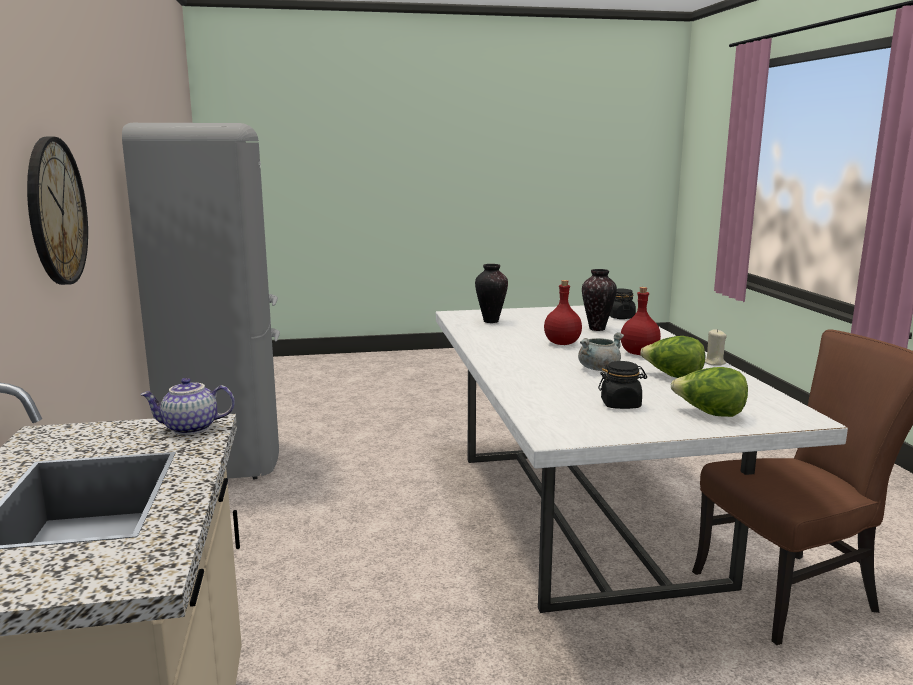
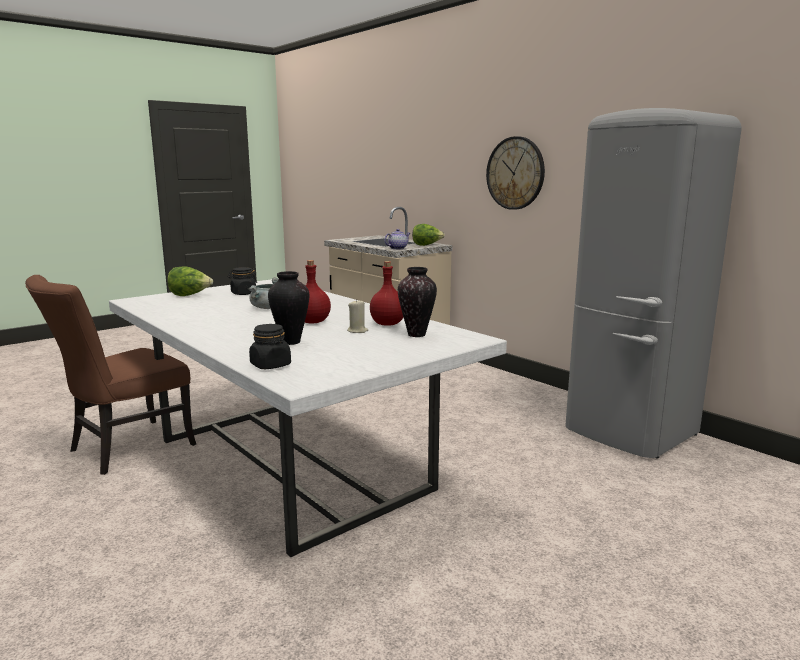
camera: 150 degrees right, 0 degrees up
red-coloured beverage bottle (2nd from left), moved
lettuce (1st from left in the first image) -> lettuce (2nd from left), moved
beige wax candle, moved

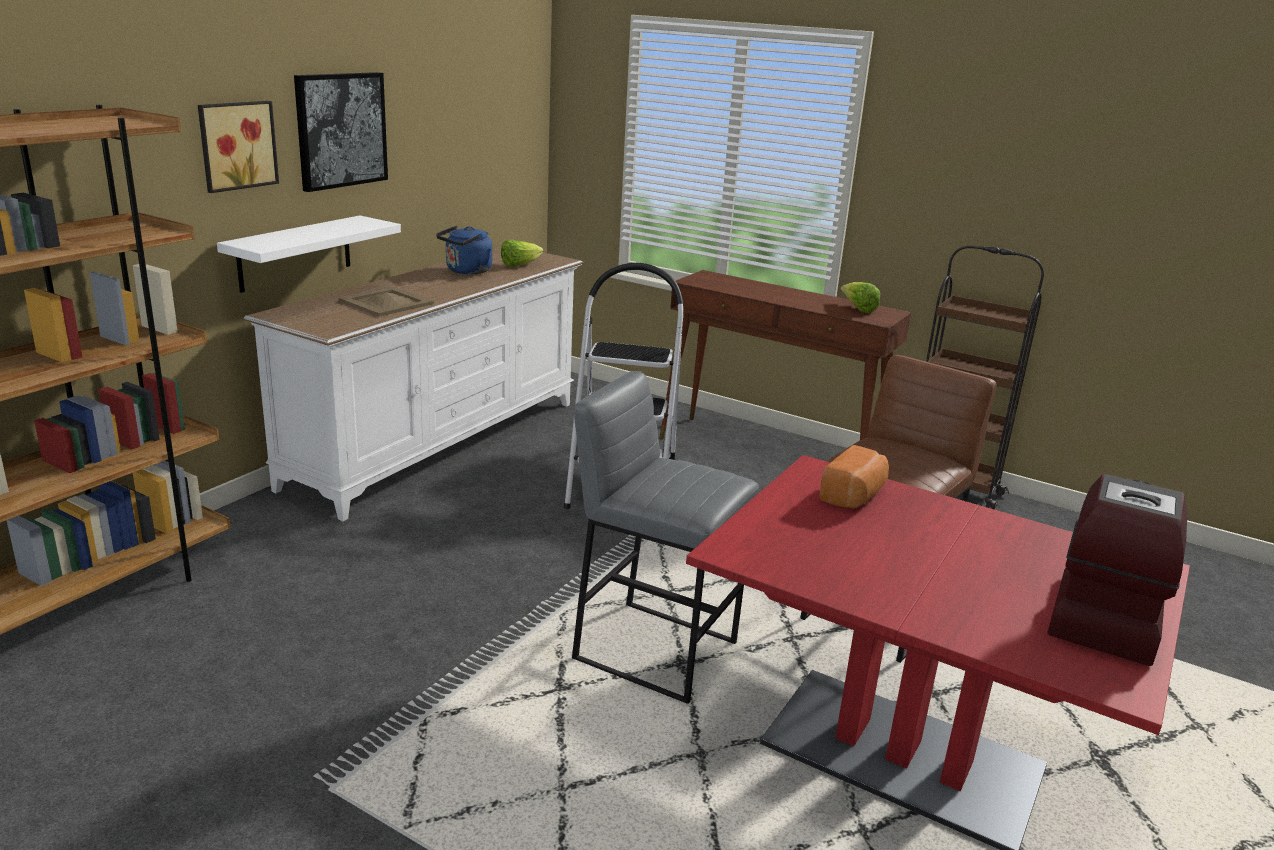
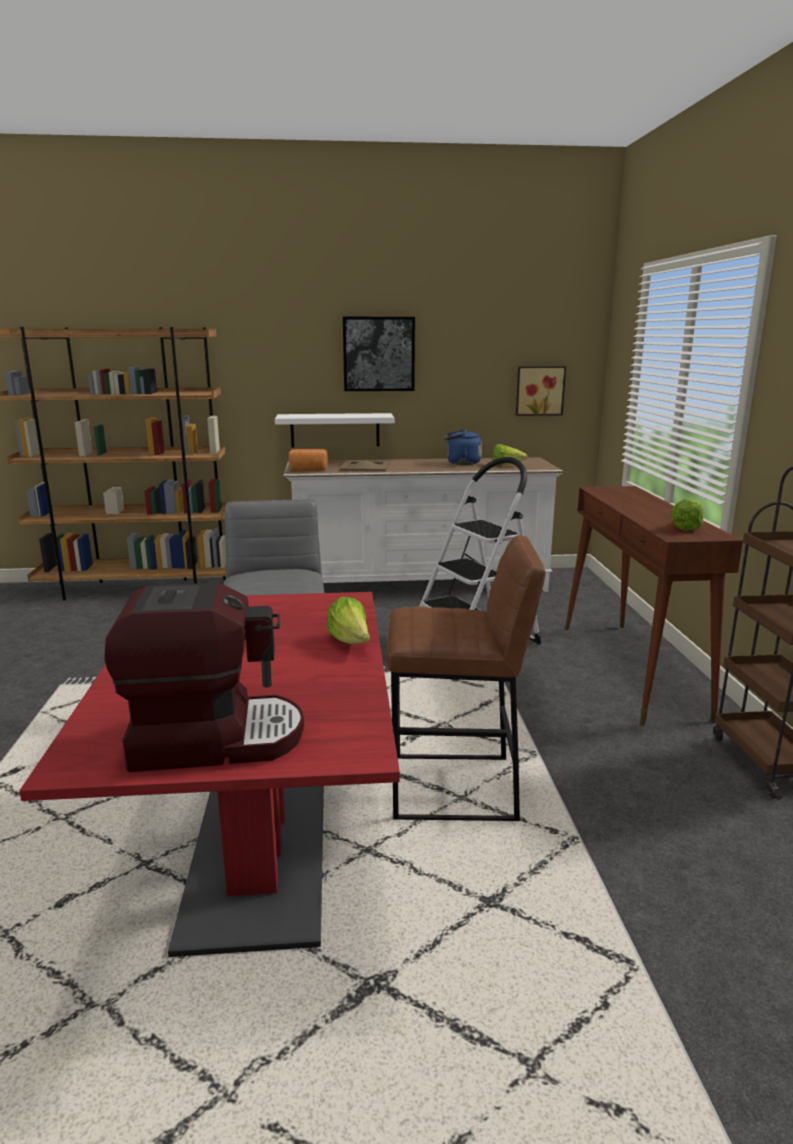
camera: 55 degrees right, 5 degrees down
none -> lettuce (1st from left)
picture (1st from left in the first image) -> picture (2nd from left), moved
bread, moved

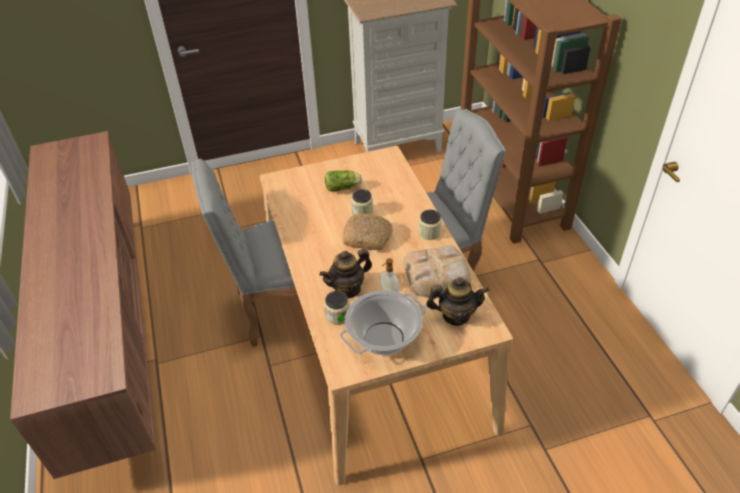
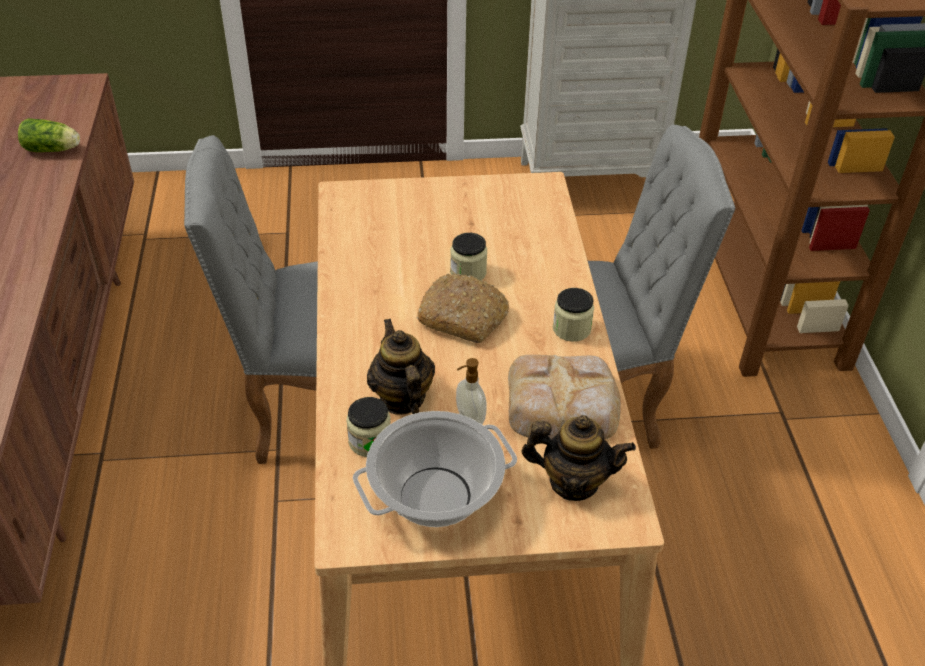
camera: 10 degrees right, 0 degrees up
lettuce, moved
pot for tea (1st from left), 90 degrees clockwise

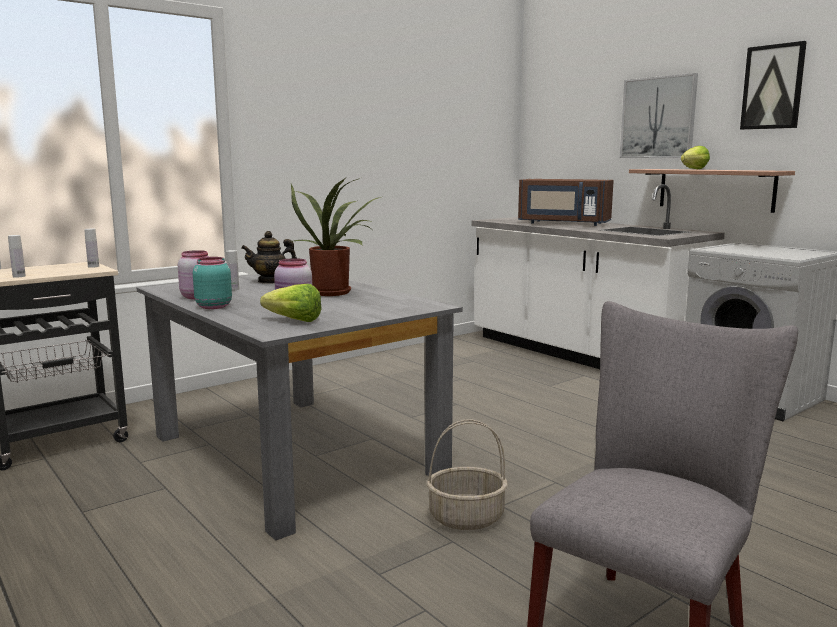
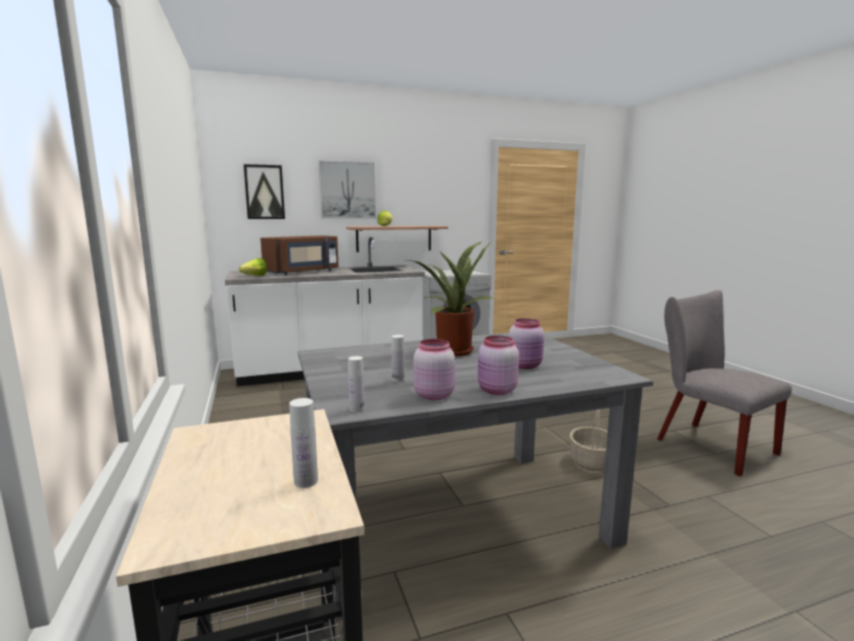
camera: 70 degrees left, 0 degrees up
pot for tea -> none
white beverage bottle (2nd from left), moved
lettuce (1st from left), moved
picture (2nd from left in the first image) -> picture (1st from left), moved
blue-green jar -> pinkish jar (2nd from left)

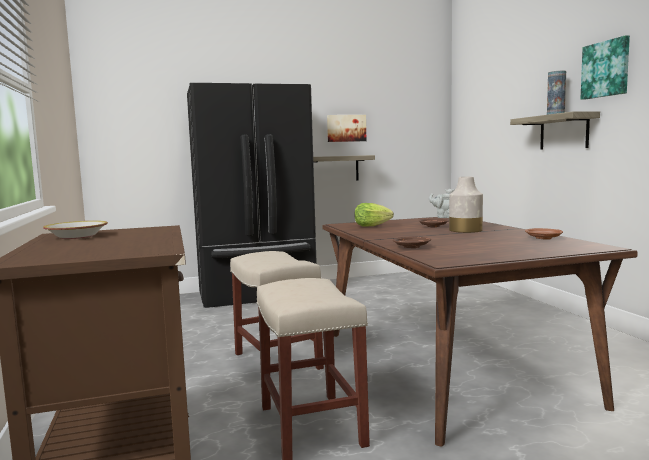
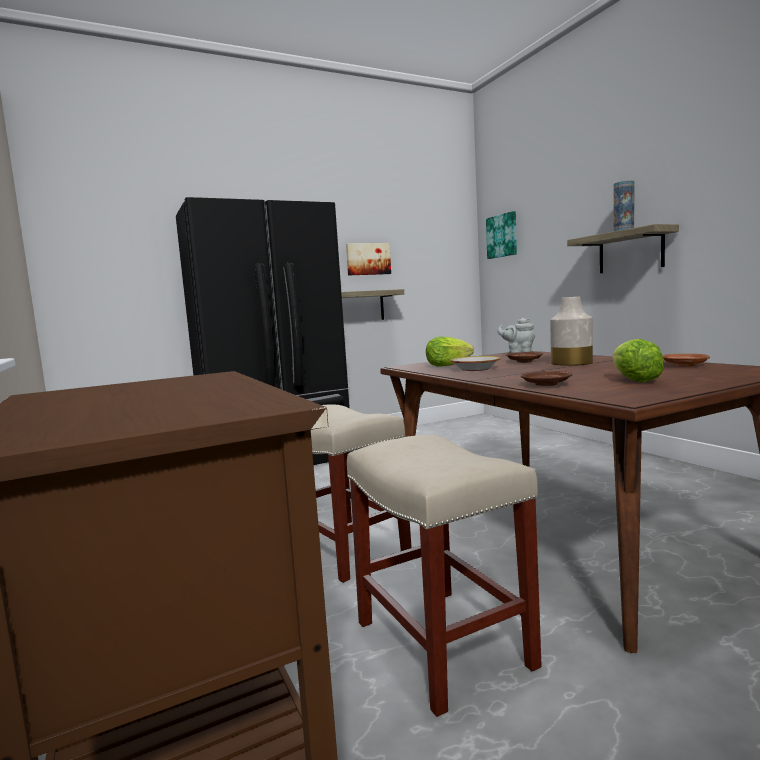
camera: 10 degrees left, 0 degrees up
none -> lettuce (2nd from left)
bowl, moved
picture (2nd from left), moved

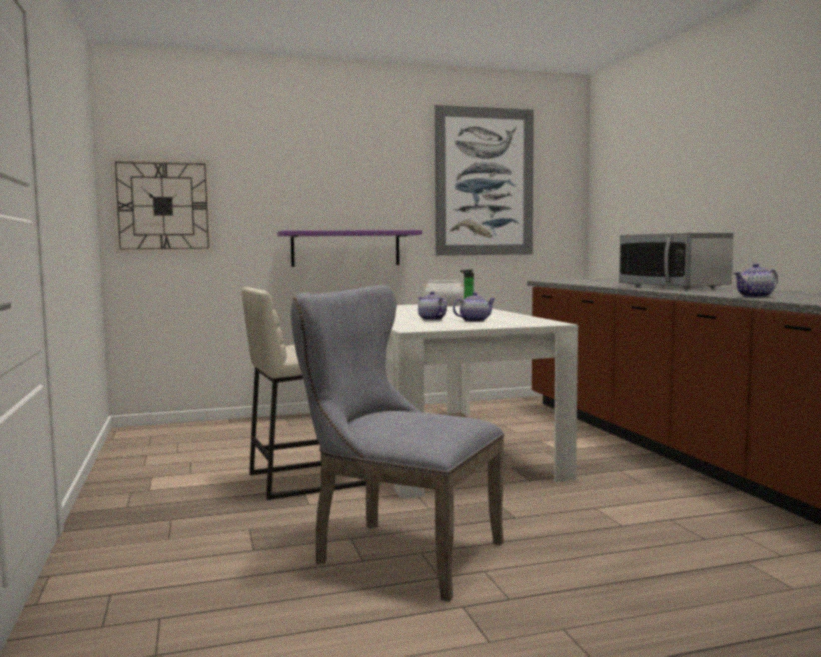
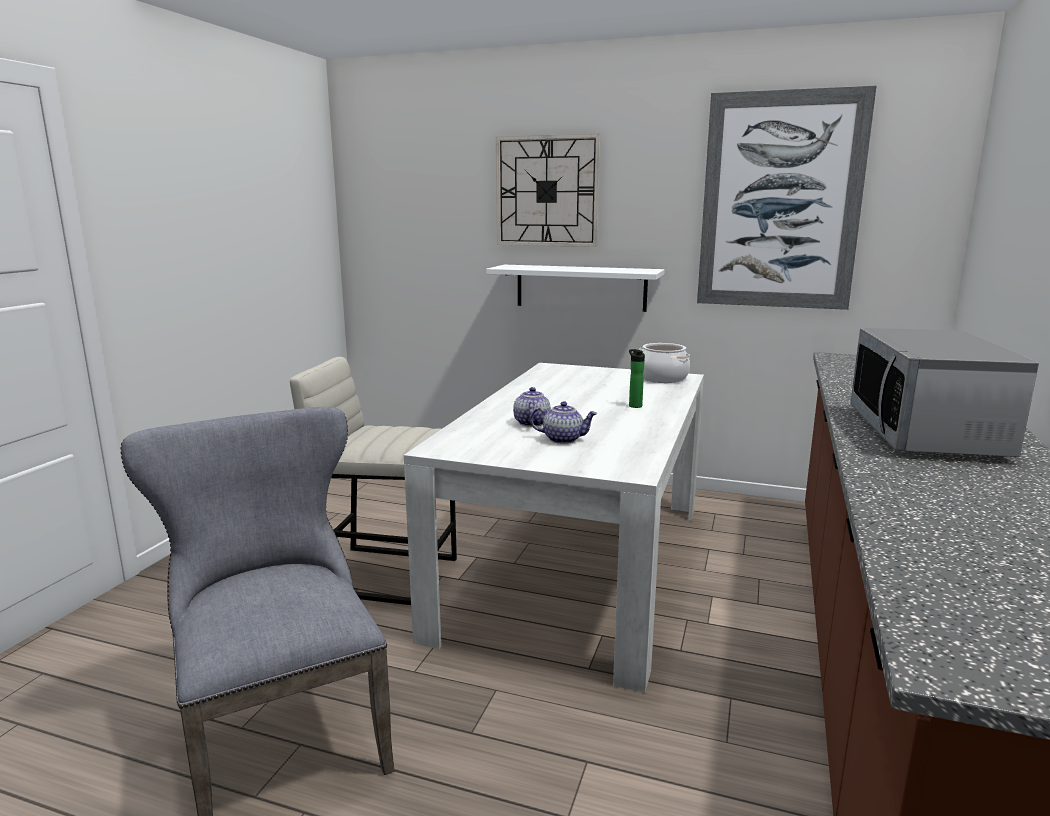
camera: 35 degrees right, 10 degrees up
pot for tea (3rd from left) -> none
clock on the wall, moved
purplish shelf -> white shelf

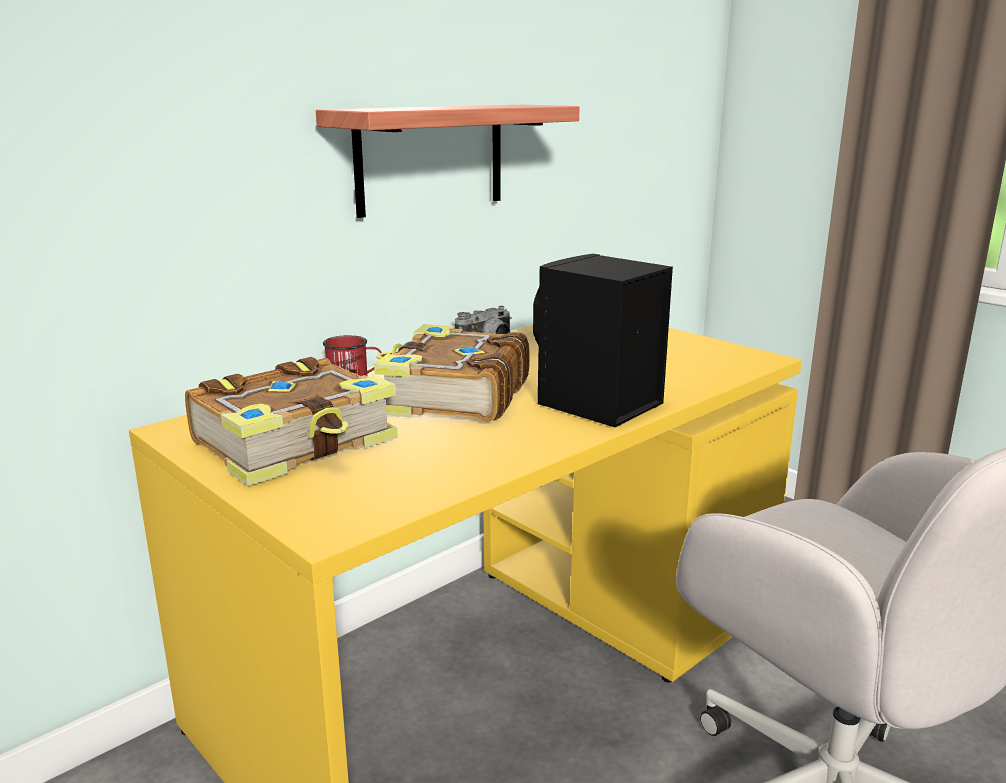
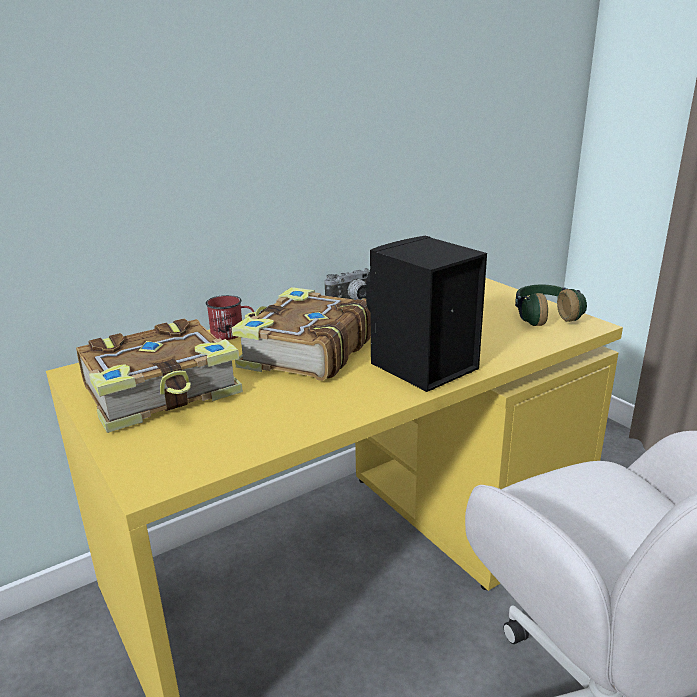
camera: 10 degrees right, 5 degrees up
shelf -> none
none -> headphones

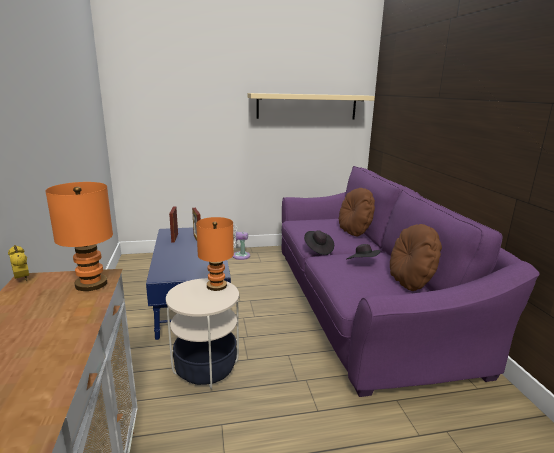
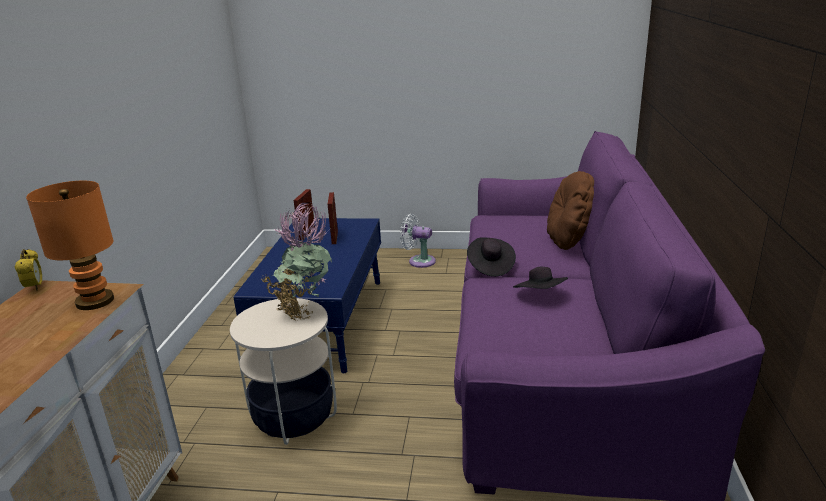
camera: 20 degrees right, 5 degrees up
beige shelf -> none
brown-coloured pillow (2nd from left) -> none
orange tabletop lamp (2nd from left) -> houseplant

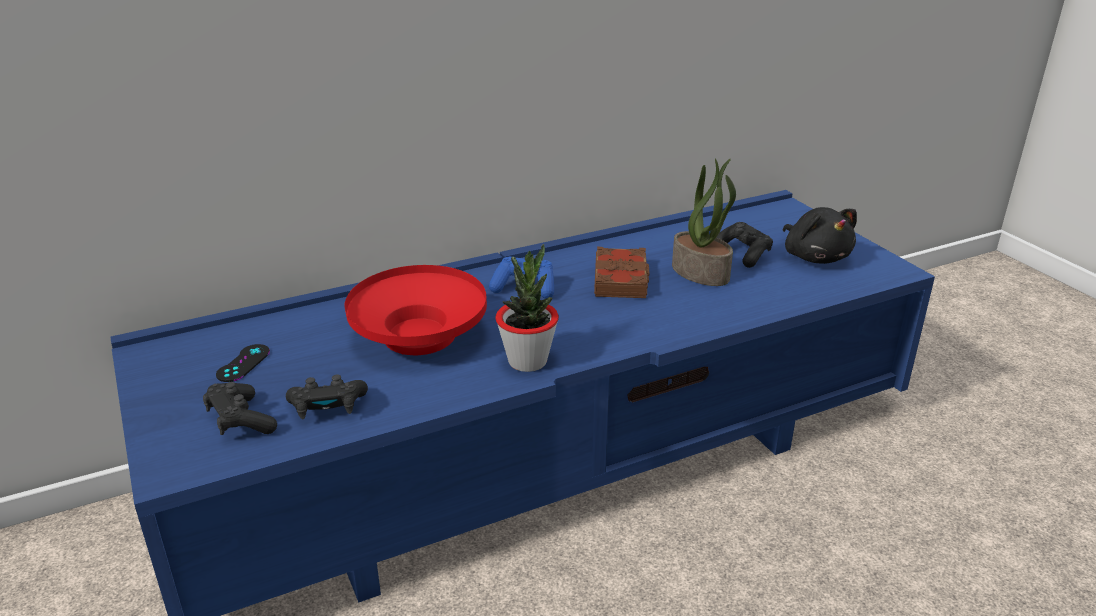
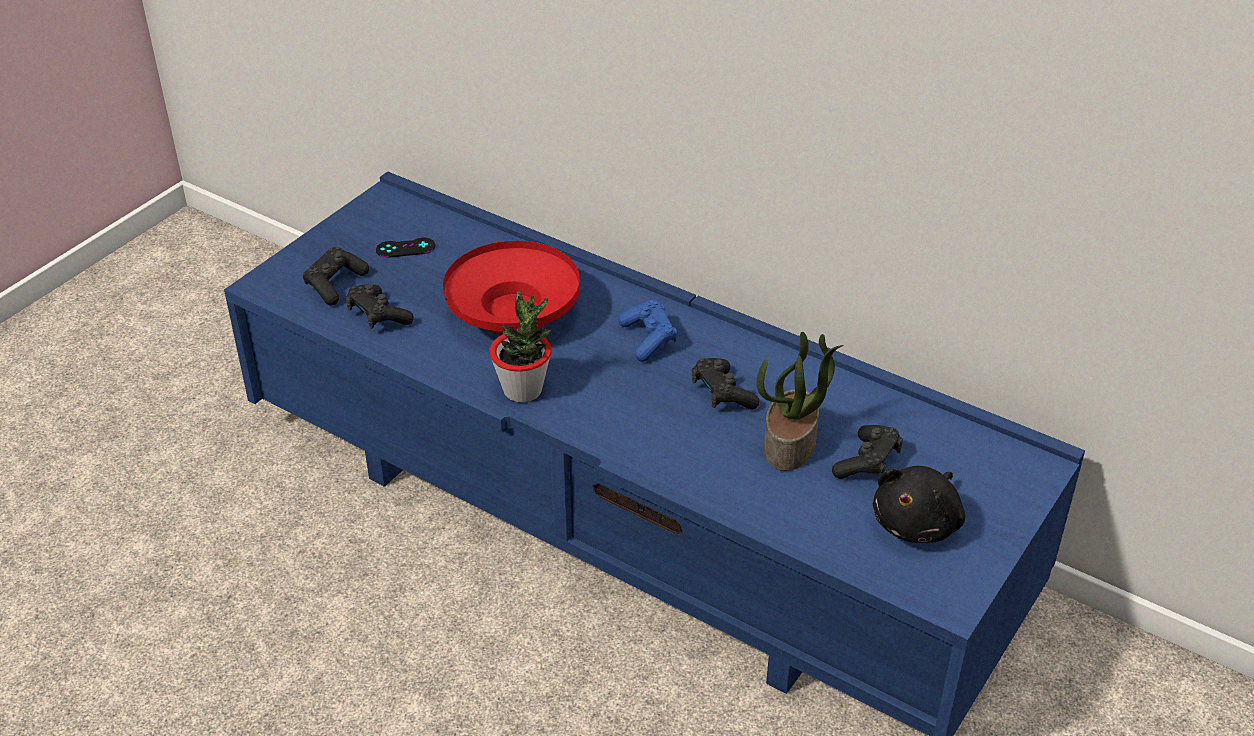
camera: 60 degrees right, 10 degrees up
brown-coloured bound book -> blackish gamepad (4th from left)

